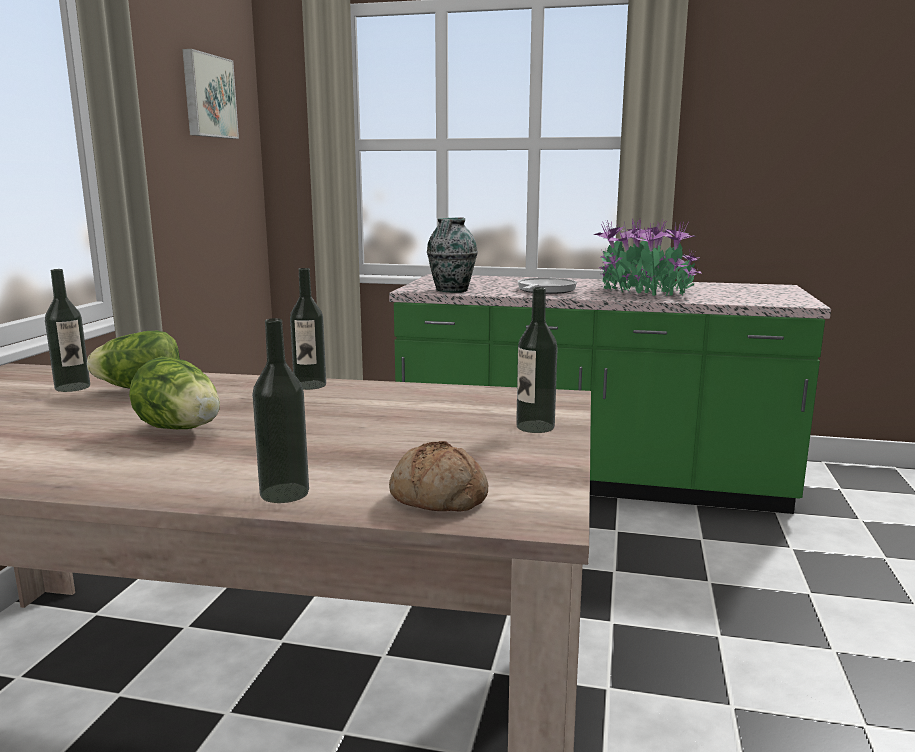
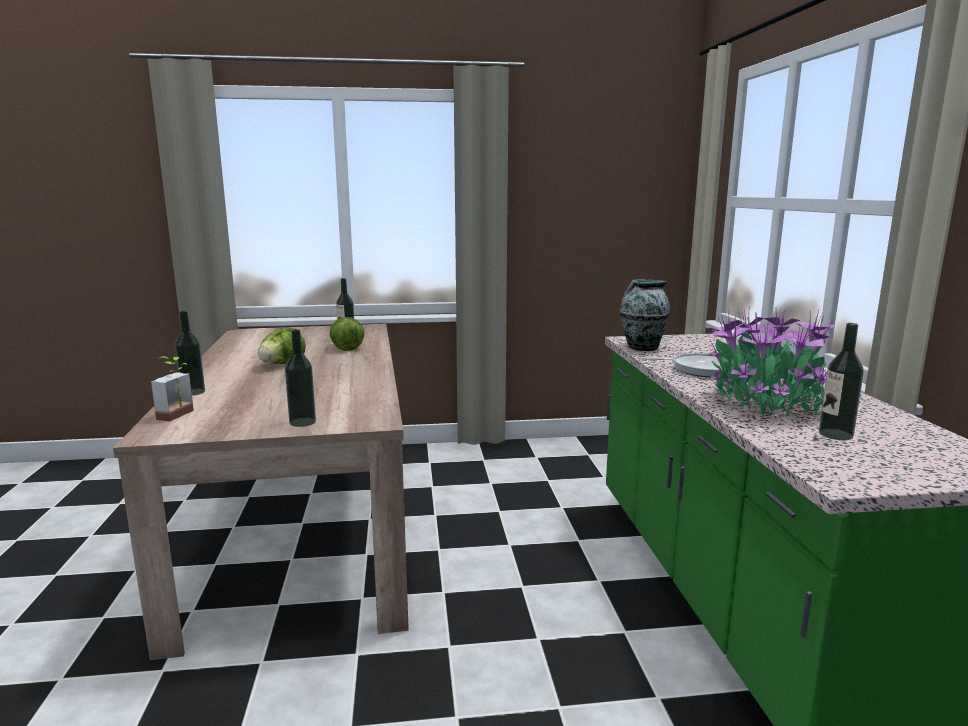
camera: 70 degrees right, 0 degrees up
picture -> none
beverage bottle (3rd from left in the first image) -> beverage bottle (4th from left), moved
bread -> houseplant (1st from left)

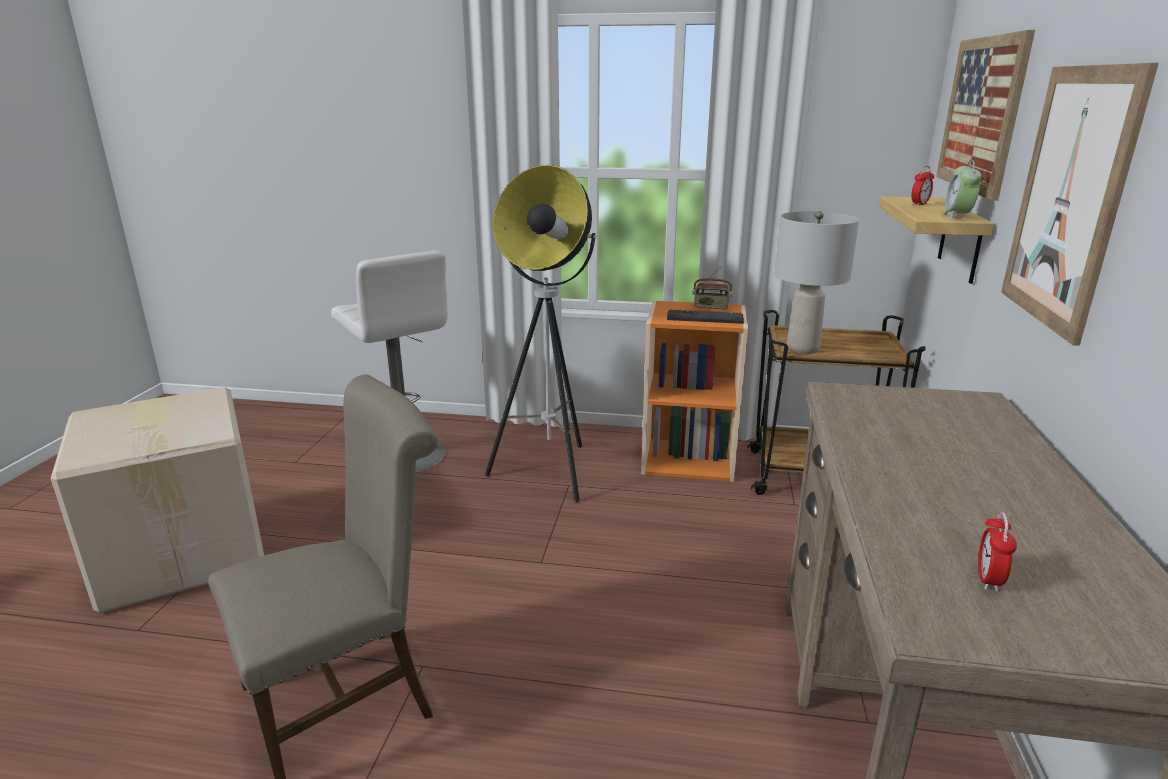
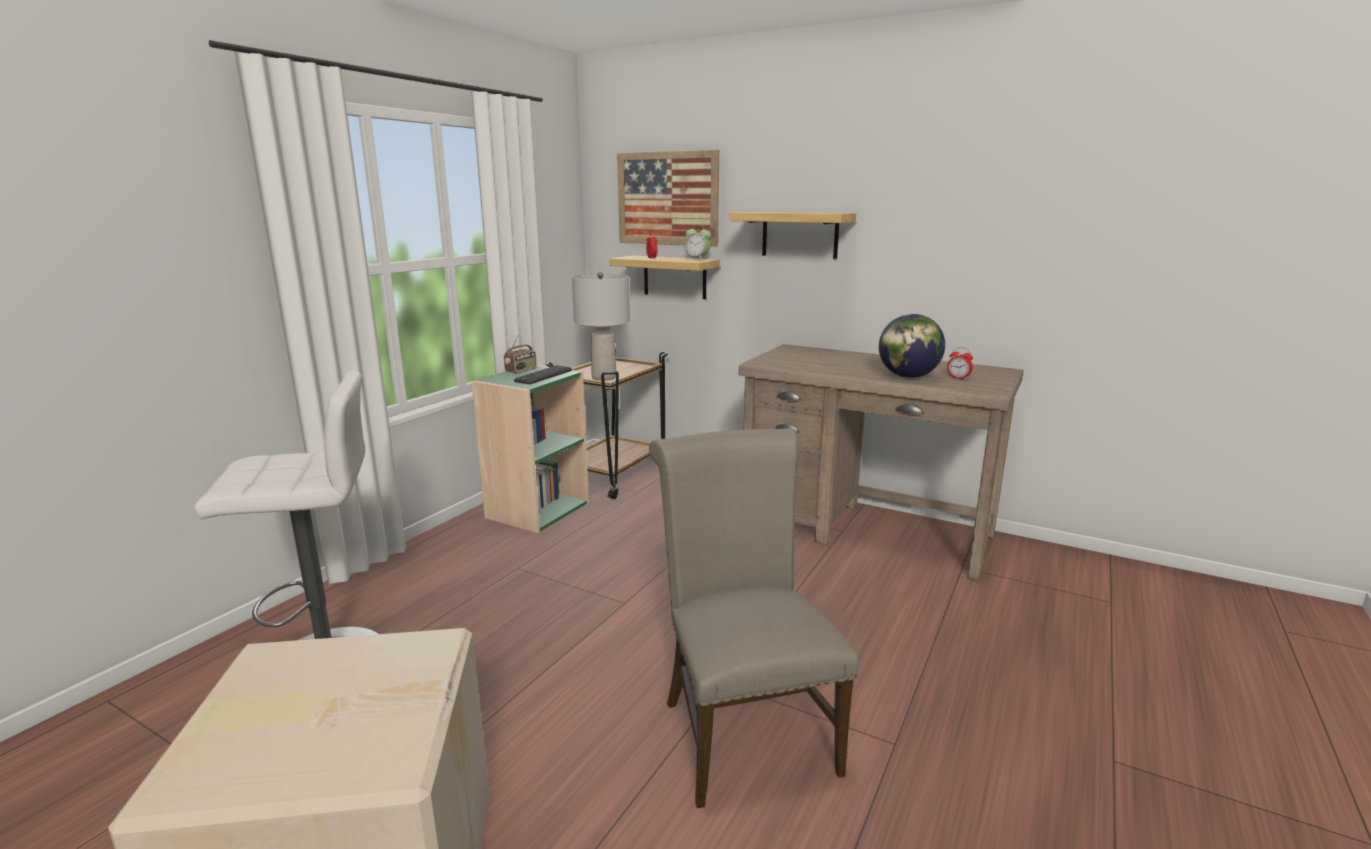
camera: 70 degrees left, 5 degrees down
standing lamp -> none
none -> desk globe
picture (2nd from left) -> shelf (2nd from left)
orange bookcase -> green bookcase

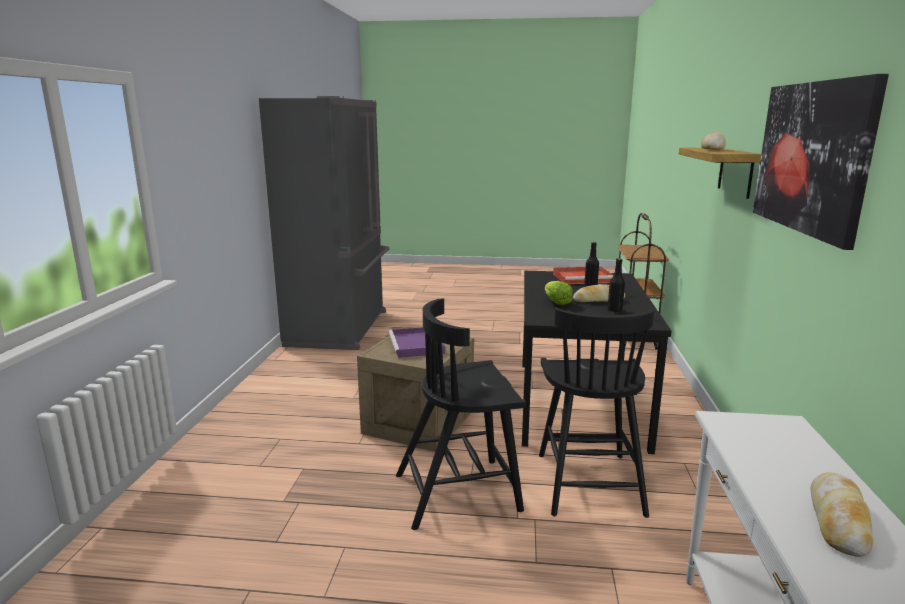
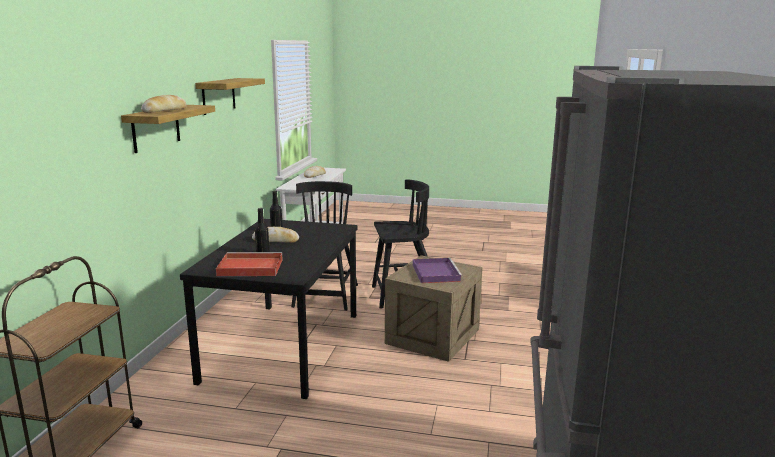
camera: 175 degrees left, 0 degrees up
lettuce -> none
picture -> shelf (2nd from left)

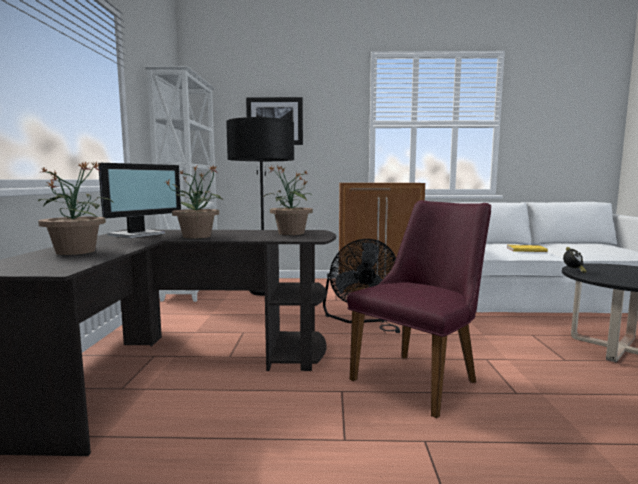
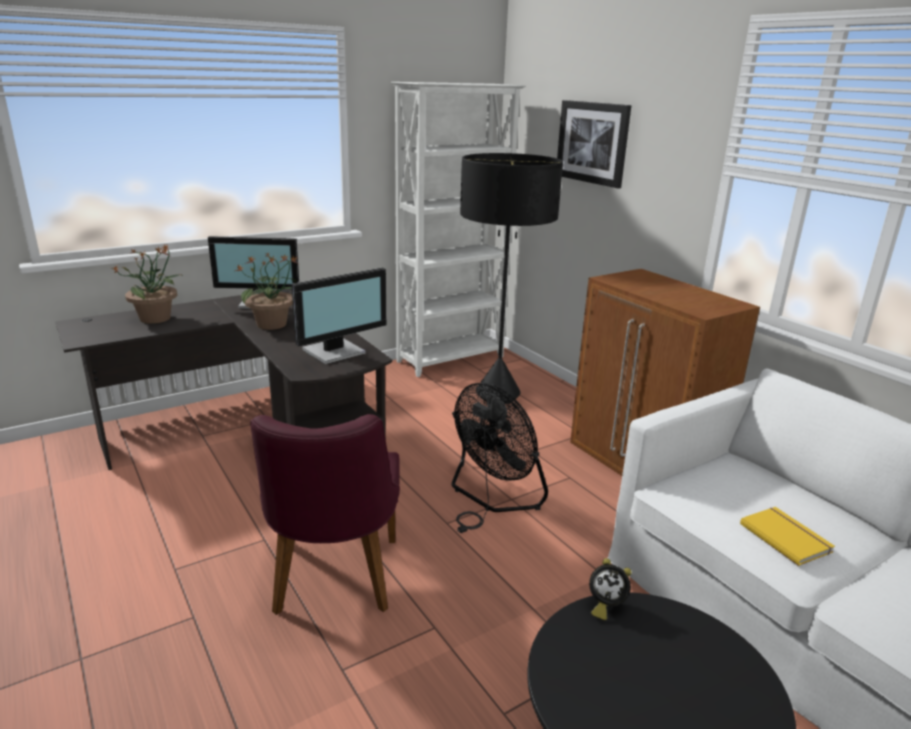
camera: 55 degrees right, 15 degrees up
houseplant (3rd from left) -> computer screen (2nd from left)
purplish upright chair, 75 degrees clockwise

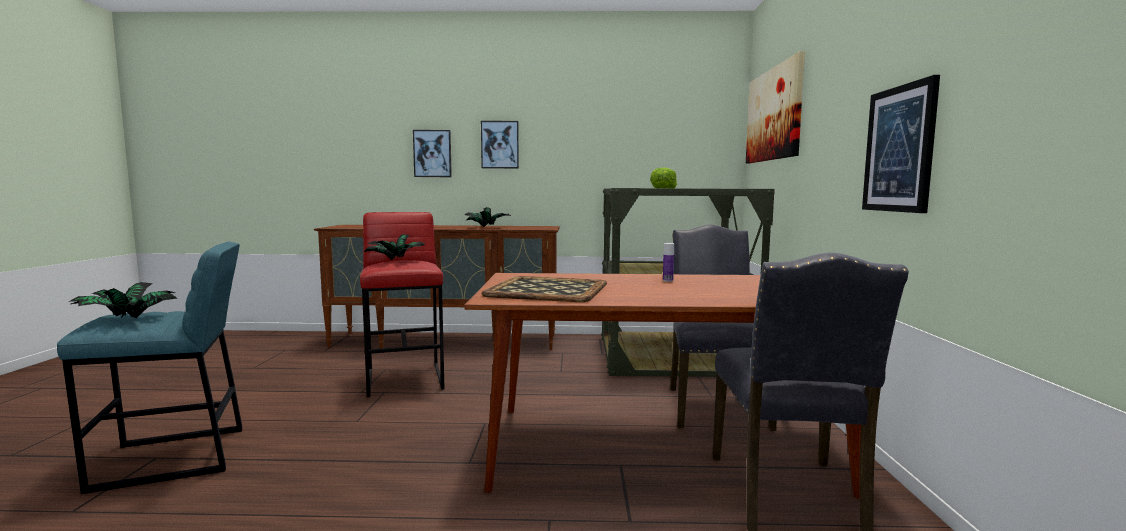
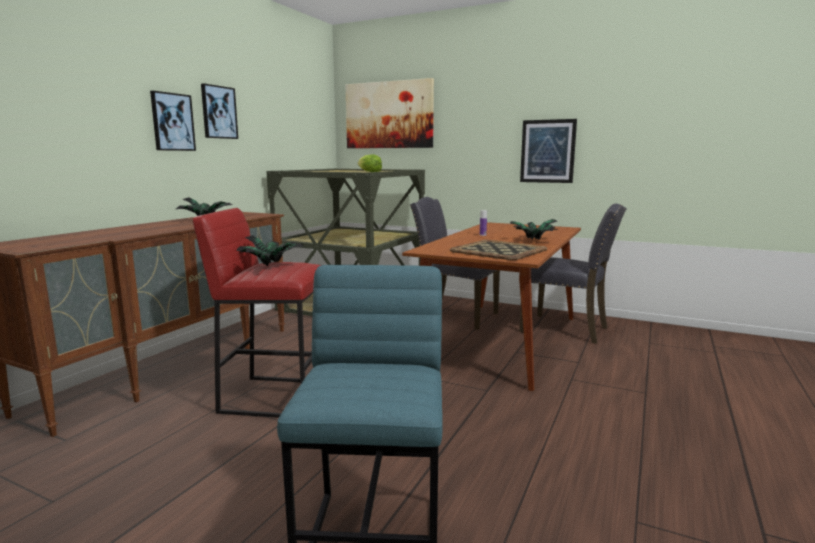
camera: 65 degrees left, 5 degrees up
houseplant (1st from left in the first image) -> houseplant (3rd from left), moved
picture (1st from left in the first image) -> picture (2nd from left), moved

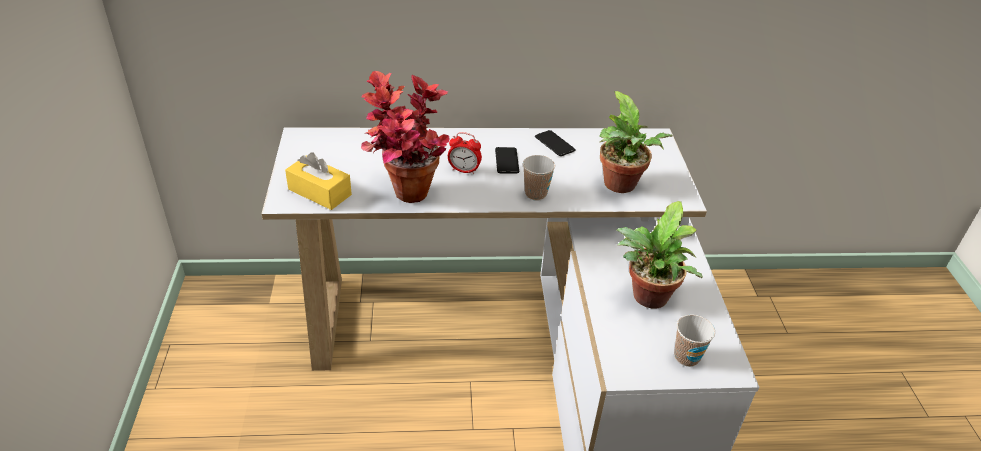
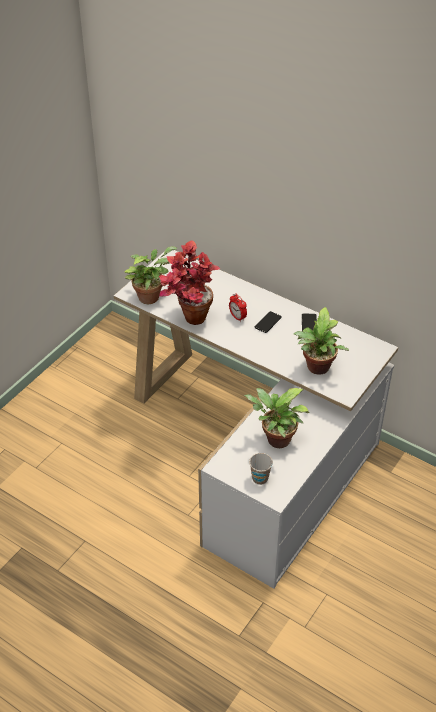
camera: 40 degrees right, 5 degrees up
drinking cup (1st from left) -> none
yellow box of tissues -> houseplant (1st from left)

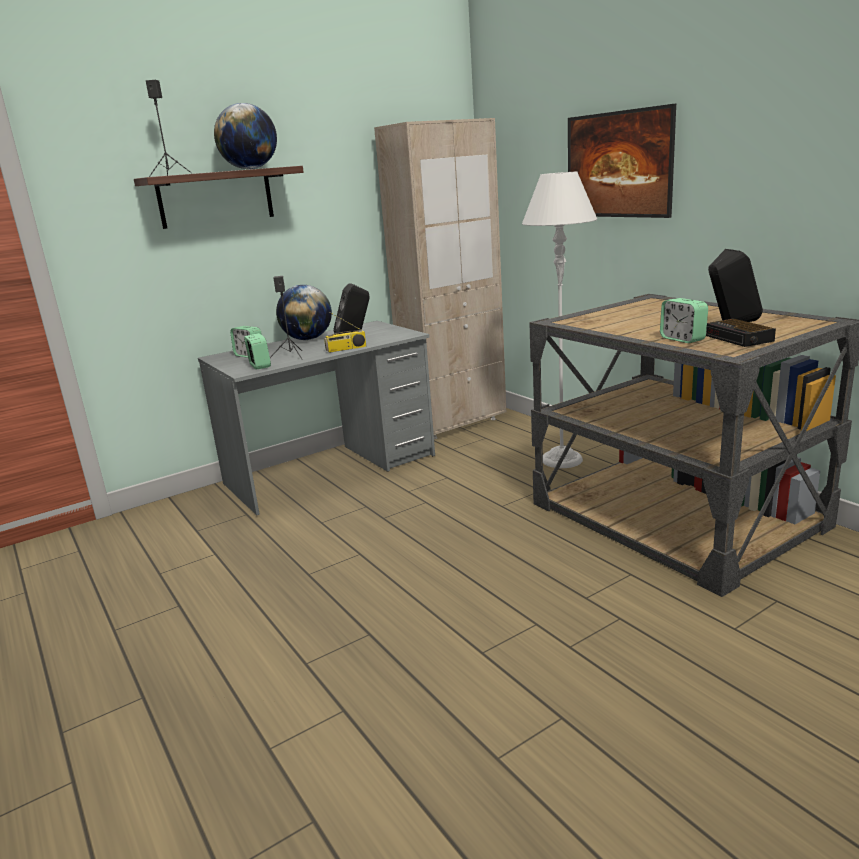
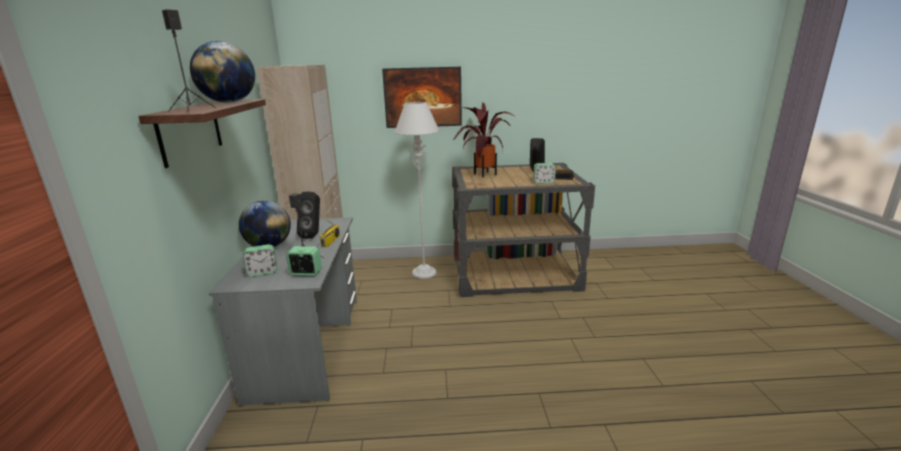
camera: 60 degrees left, 0 degrees up
none -> houseplant

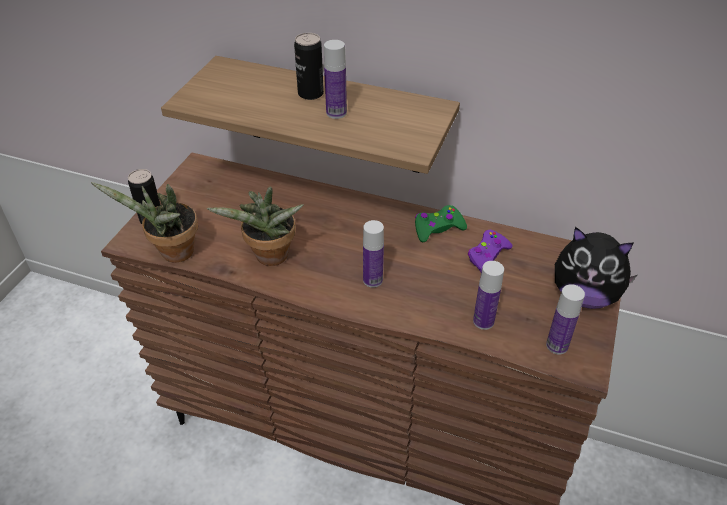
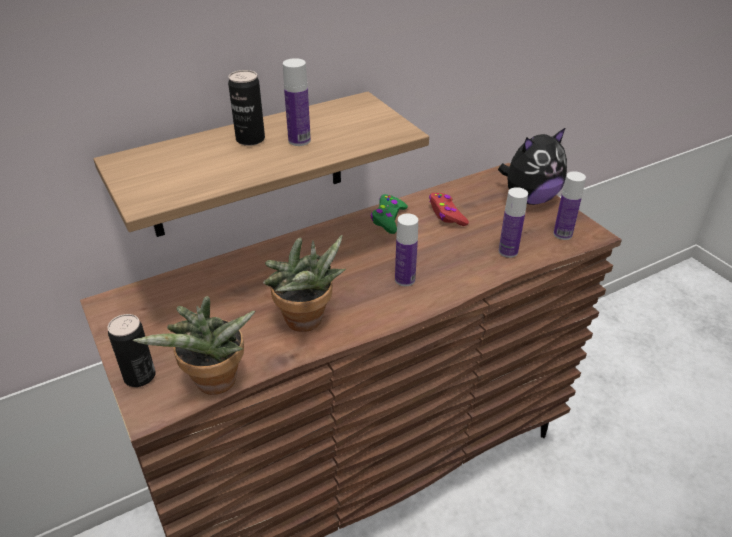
camera: 50 degrees left, 5 degrees down
purplish gamepad -> red-coloured gamepad

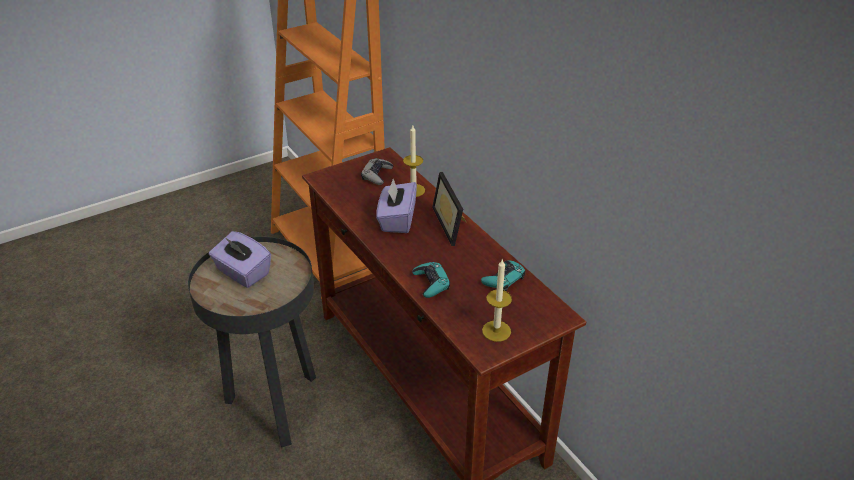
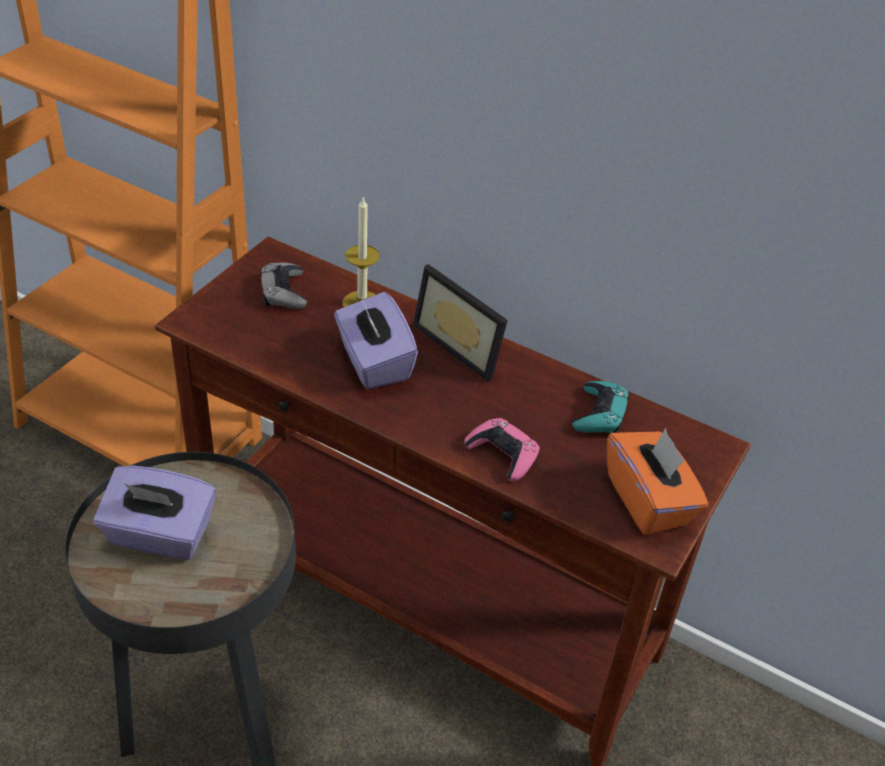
camera: 30 degrees left, 5 degrees up
wax candle (2nd from left) -> orange box of tissues
blue-green gamepad (1st from left) -> pinkish gamepad

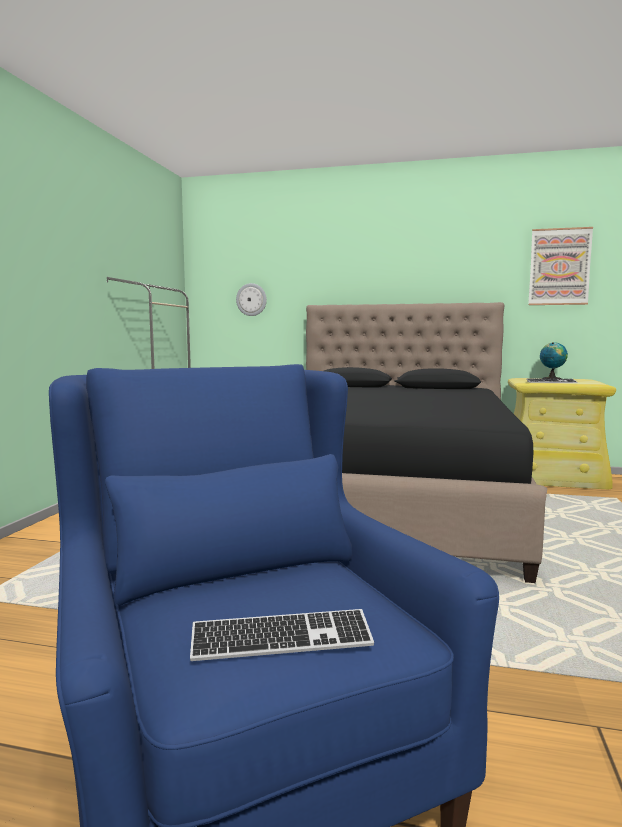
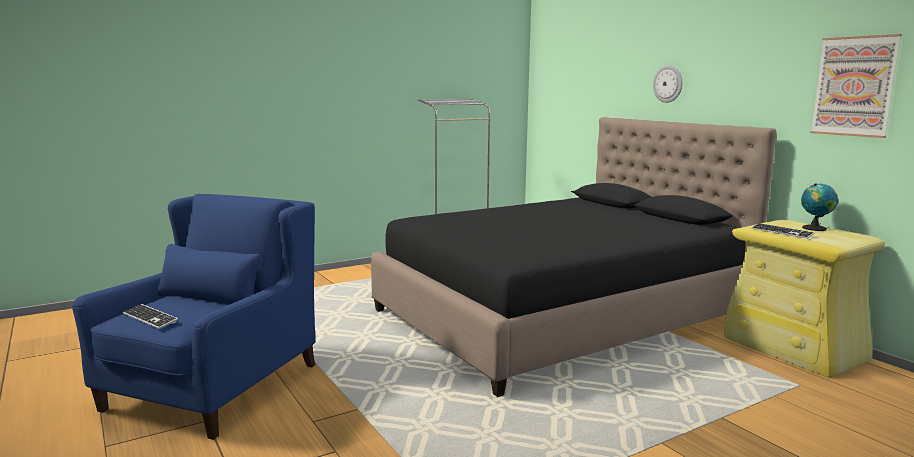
camera: 45 degrees right, 5 degrees up
clock on the wall, moved

